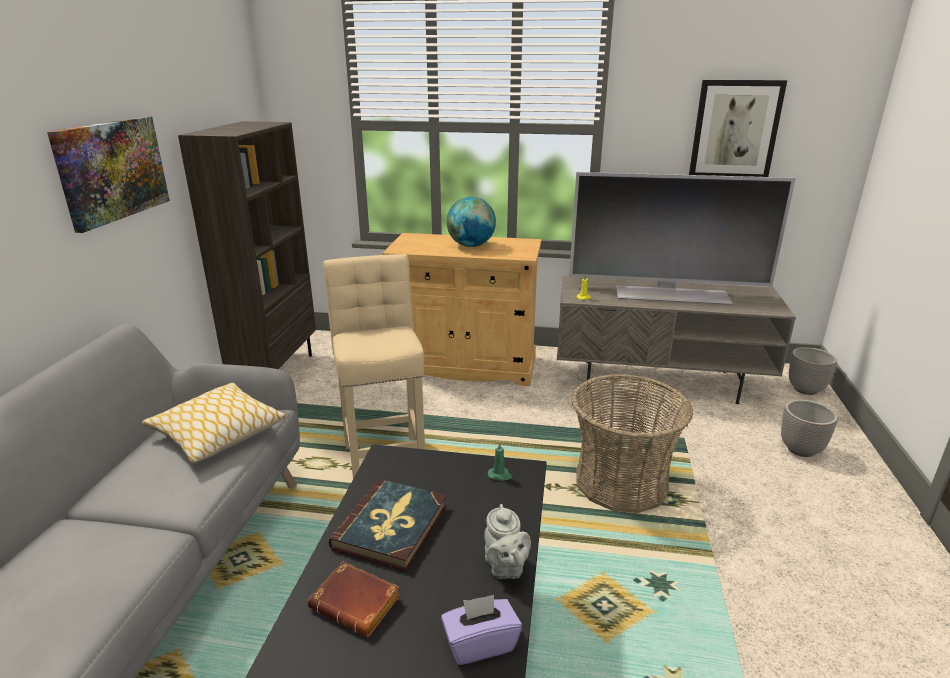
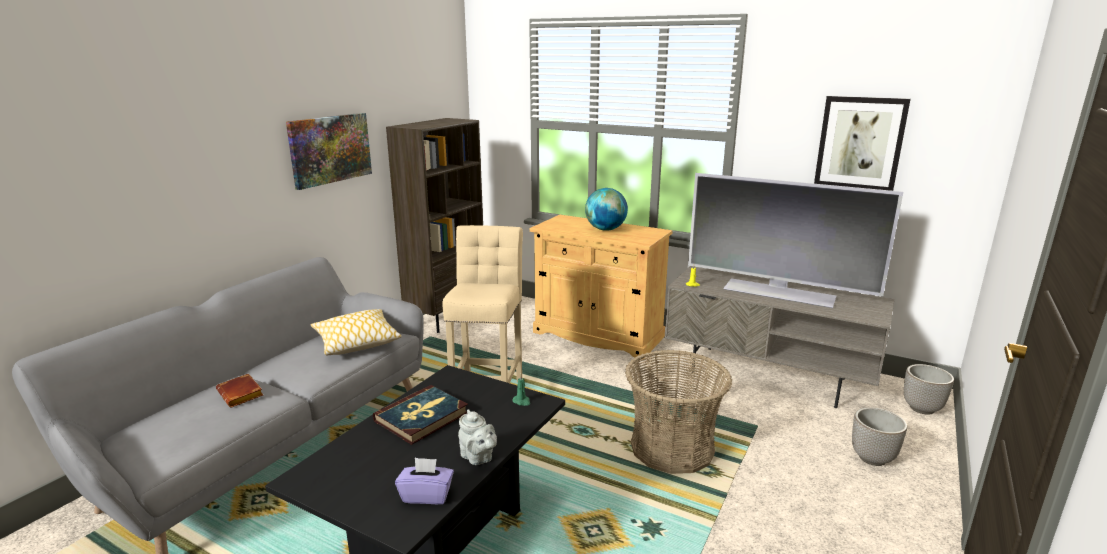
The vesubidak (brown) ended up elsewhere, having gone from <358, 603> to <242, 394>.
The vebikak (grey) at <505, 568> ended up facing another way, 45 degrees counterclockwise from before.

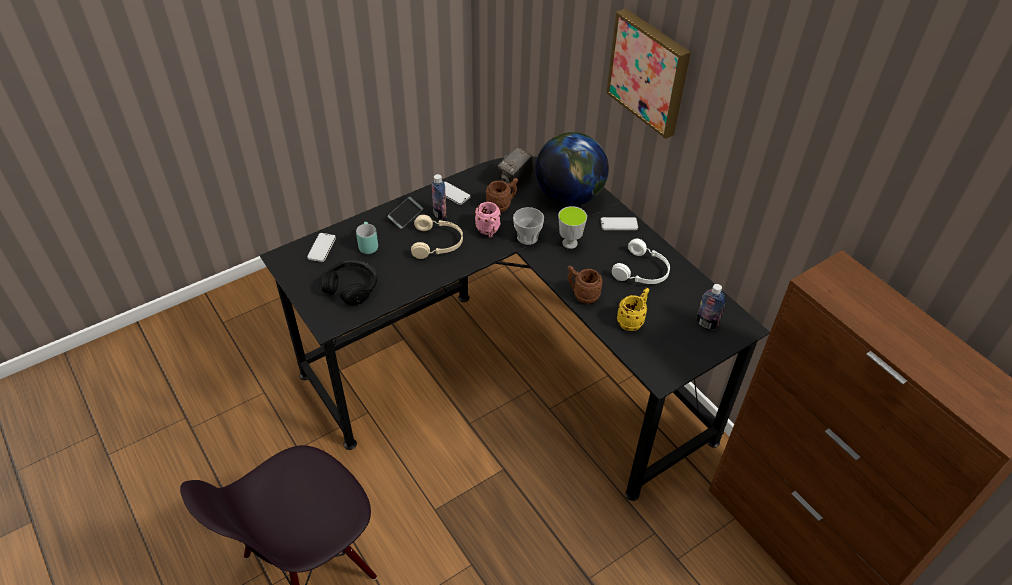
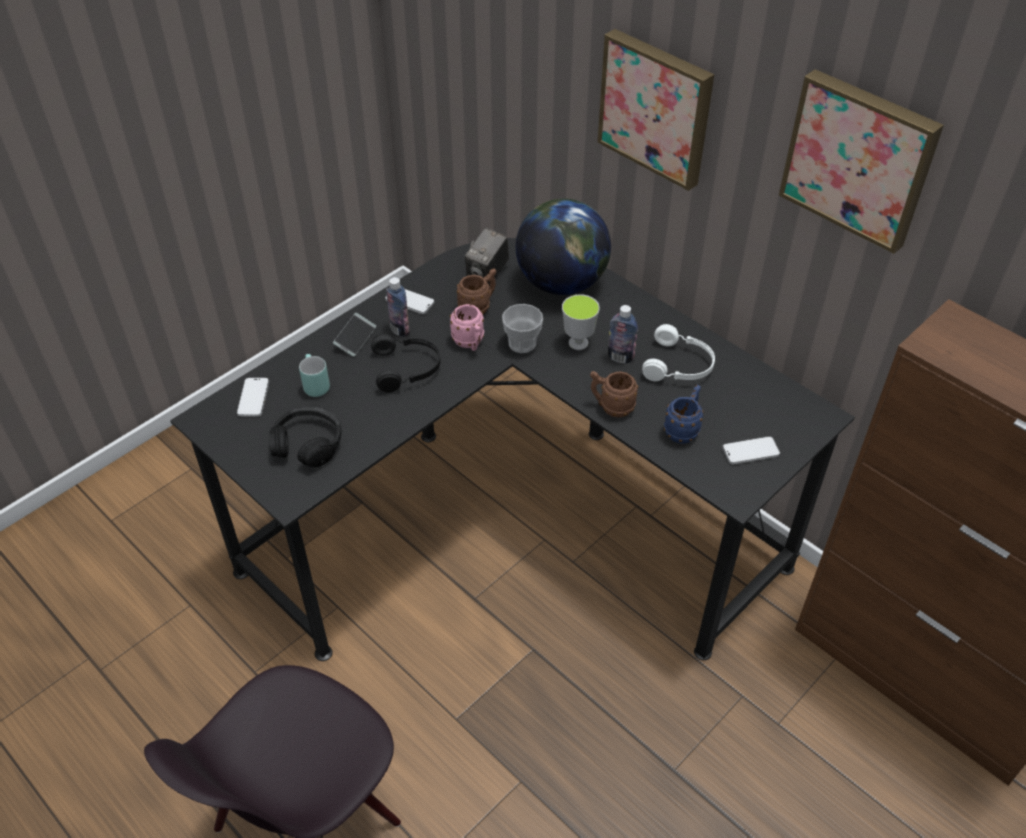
The second view gained the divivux at <859, 159>.
The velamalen ended up elsewhere, having gone from <619, 224> to <750, 451>.
The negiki ended up elsewhere, having gone from <706, 323> to <620, 357>.
What was the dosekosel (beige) at <438, 243> turned into the dosekosel (black) at <407, 368>.
What was the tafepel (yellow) at <632, 320> turned into the tafepel (blue) at <683, 429>.

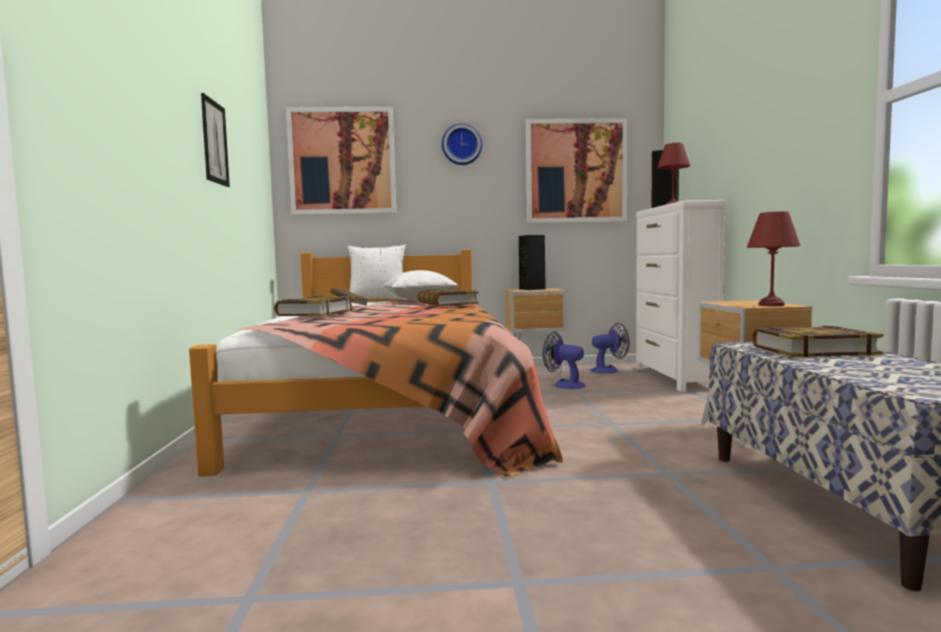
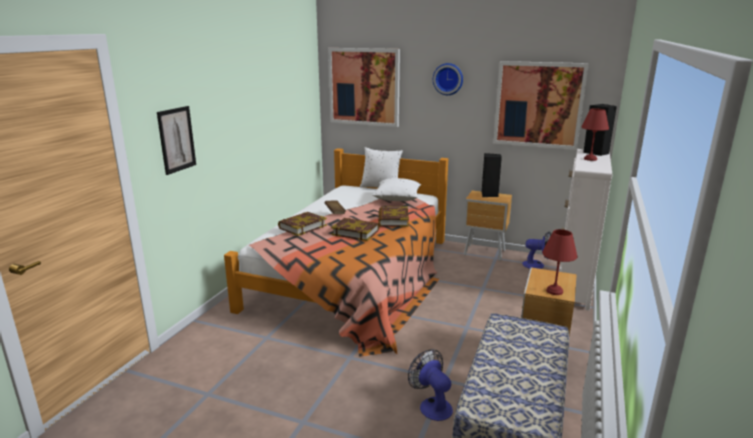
The divivux ended up elsewhere, having gone from <214, 142> to <176, 139>.
The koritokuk ended up elsewhere, having gone from <564, 385> to <432, 405>.
The vesubidak ended up elsewhere, having gone from <812, 350> to <355, 232>.

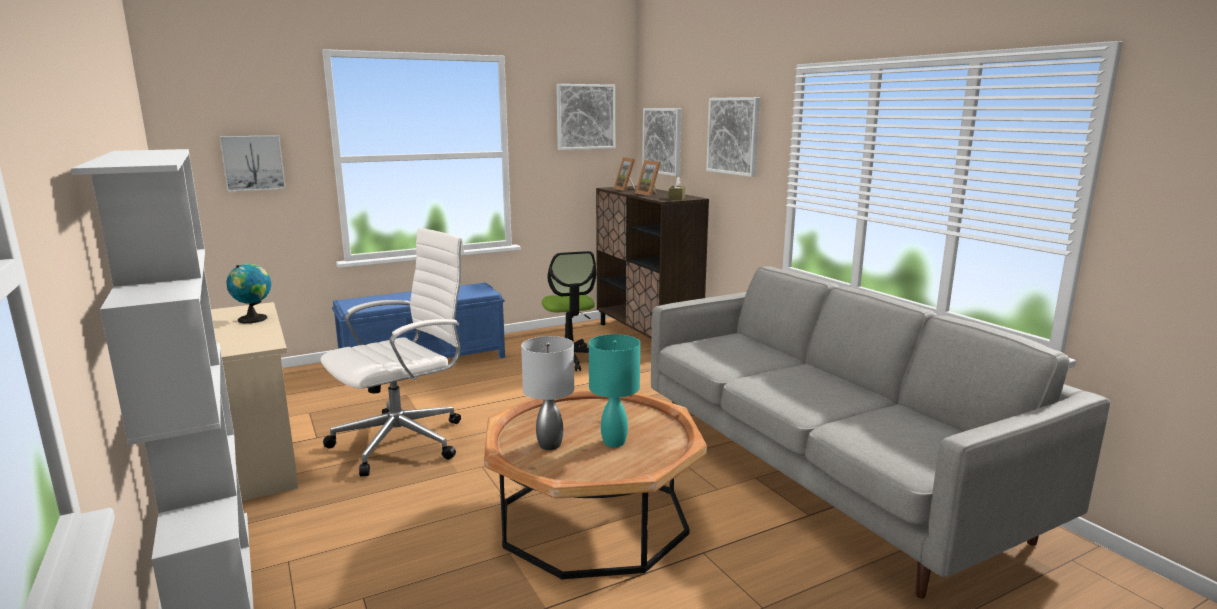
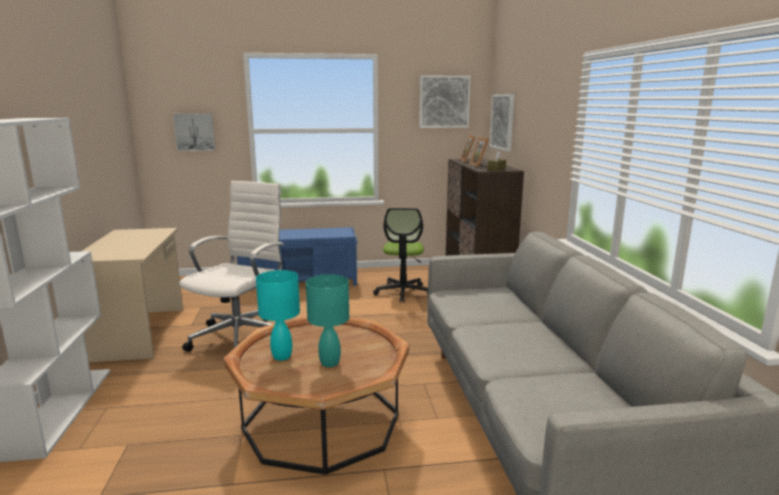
The second view lost the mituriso at <254, 318>.
The second view lost the divivux at <733, 136>.
What was the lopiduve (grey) at <549, 445> turned into the lopiduve (turquoise) at <281, 356>.
The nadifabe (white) at <404, 441> ended up facing another way, 45 degrees counterclockwise from before.

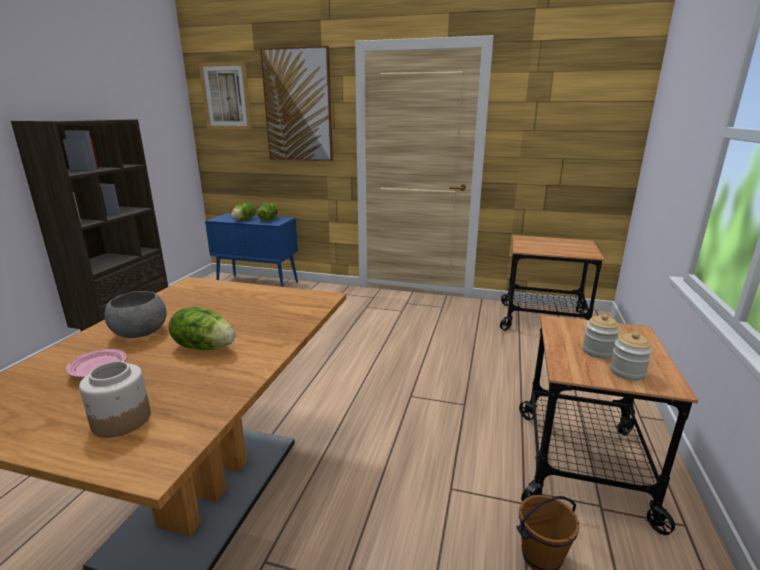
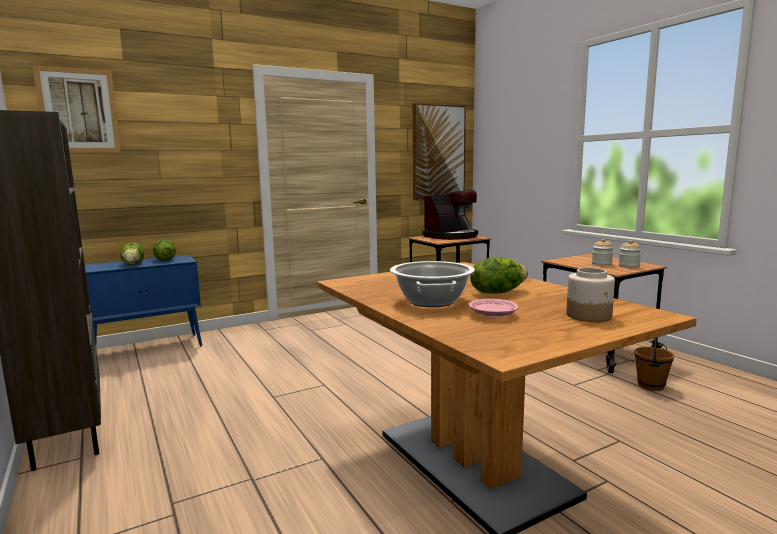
The second view gained the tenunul at <451, 236>.
The divivux ended up elsewhere, having gone from <298, 106> to <438, 152>.
Where the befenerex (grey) stood at <140, 332>, the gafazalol came to stand at <431, 301>.

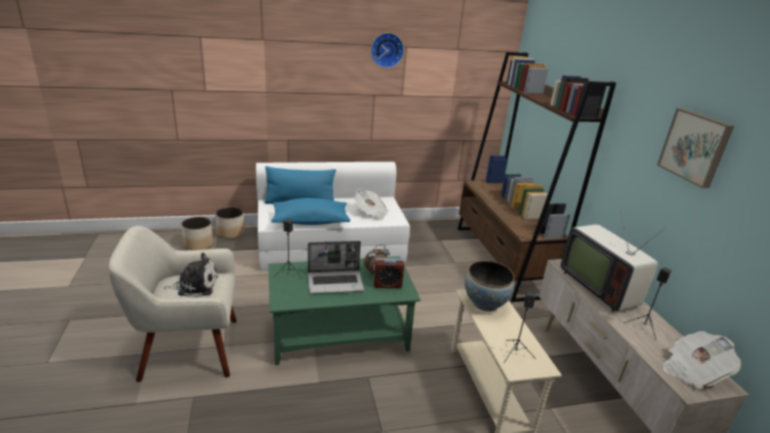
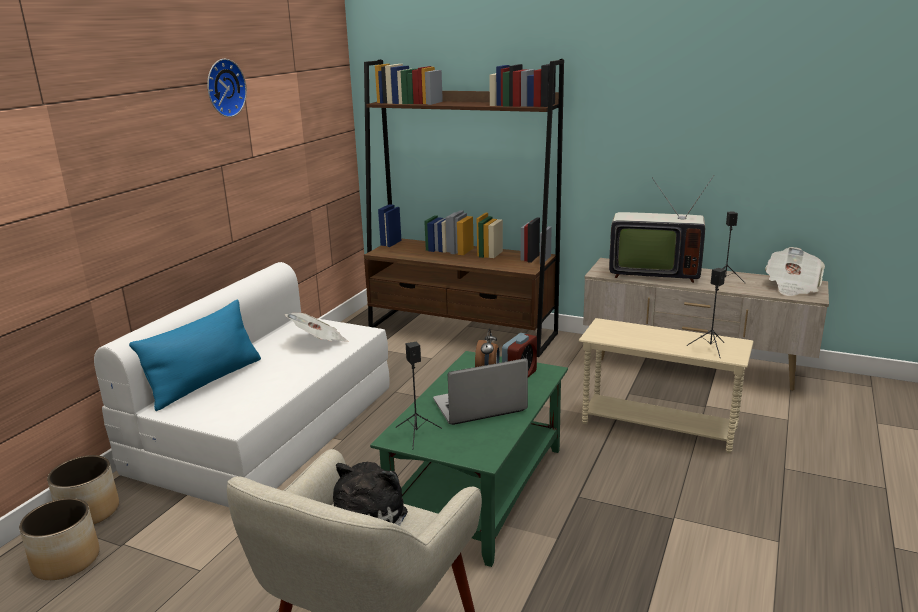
The second view lost the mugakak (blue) at <310, 222>.
The second view lost the befenerex at <485, 303>.
The second view lost the divivux at <695, 147>.
The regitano at <336, 282> ended up facing another way, 135 degrees counterclockwise from before.

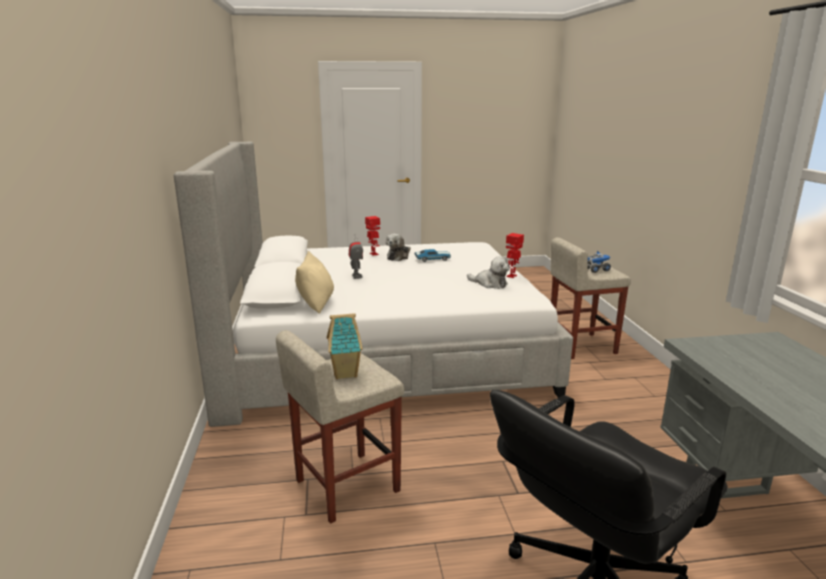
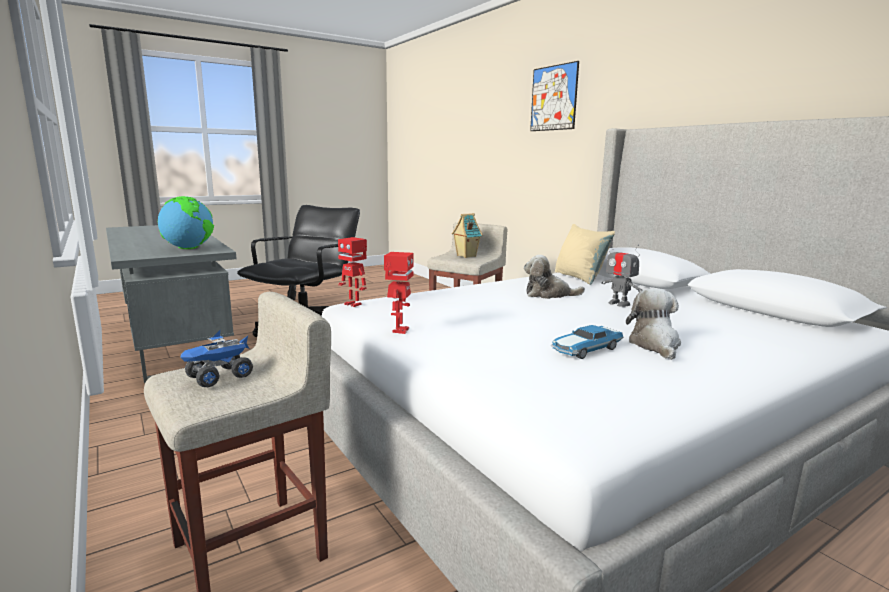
The second view gained the mituriso at <189, 248>.
The second view gained the divivux at <553, 98>.
The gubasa ended up elsewhere, having gone from <373, 254> to <354, 304>.
The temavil ended up elsewhere, having gone from <490, 284> to <548, 294>.

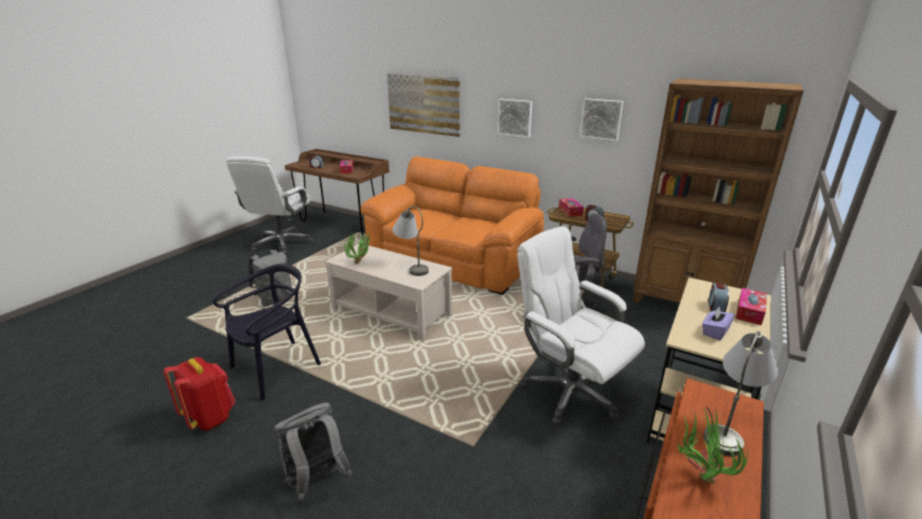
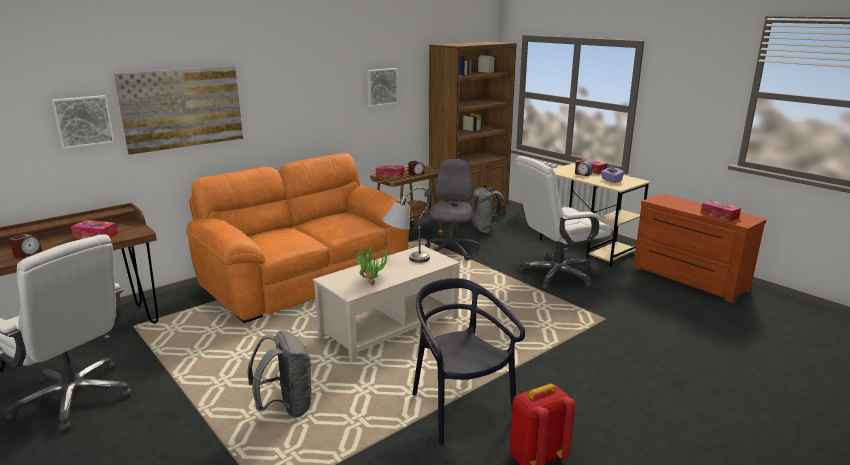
The second view lost the lopiduve (grey) at <729, 428>.
The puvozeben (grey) ended up elsewhere, having gone from <317, 482> to <486, 230>.
The divivux ended up elsewhere, having gone from <515, 117> to <83, 121>.
Where the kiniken stood at <698, 476>, the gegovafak came to stand at <719, 215>.

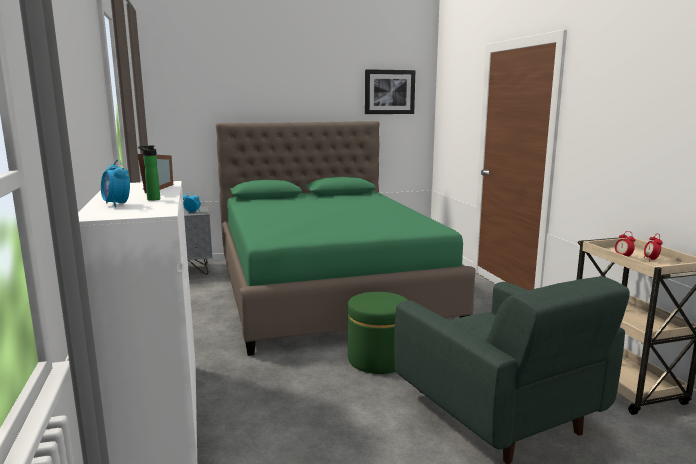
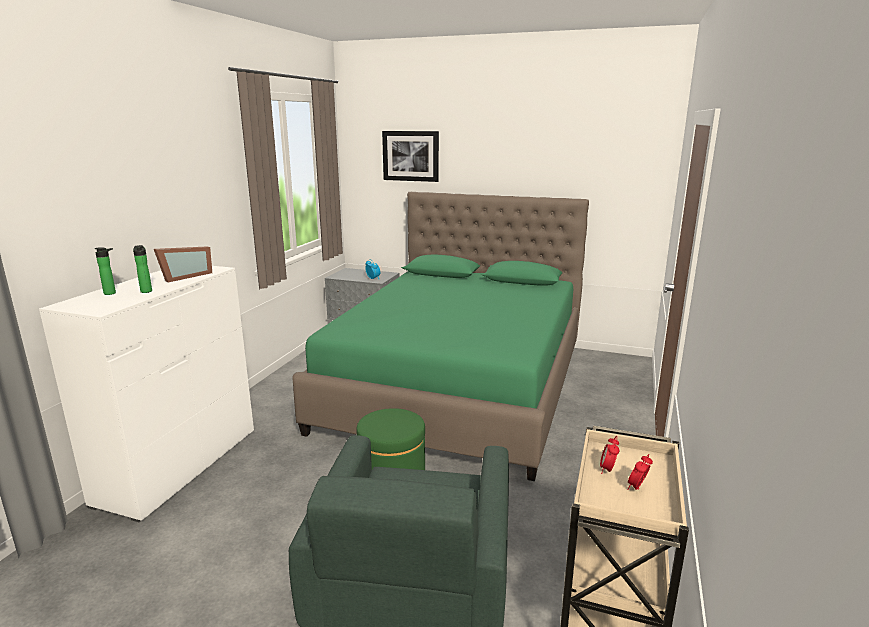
The divivux ended up elsewhere, having gone from <389, 92> to <410, 156>.
Where the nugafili stood at <117, 204>, the negiki came to stand at <111, 293>.

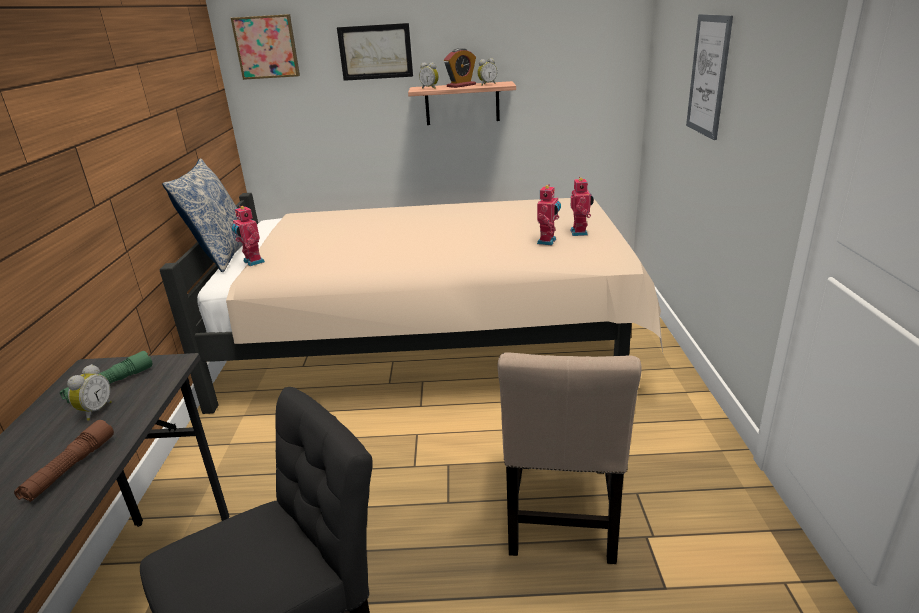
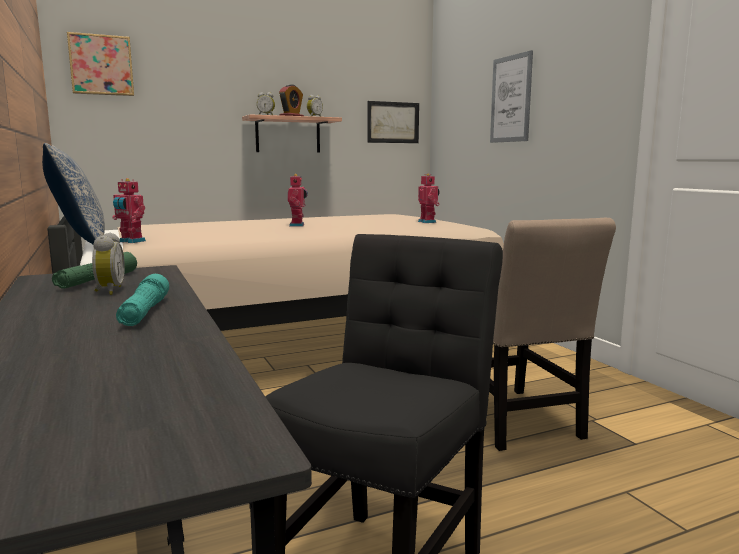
The divivux ended up elsewhere, having gone from <375, 52> to <393, 122>.
The gubasa ended up elsewhere, having gone from <548, 241> to <298, 225>.
What was the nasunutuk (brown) at <70, 468> turned into the nasunutuk (turquoise) at <144, 312>.

